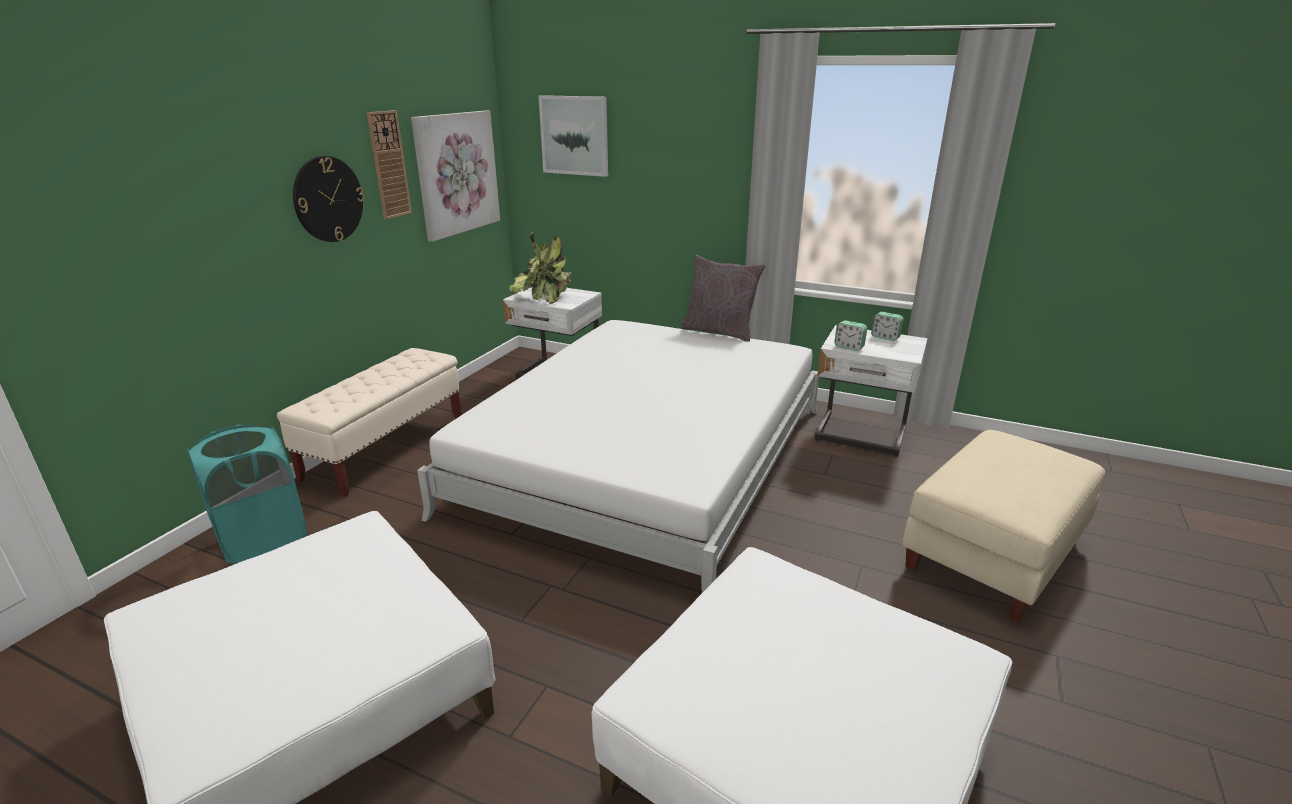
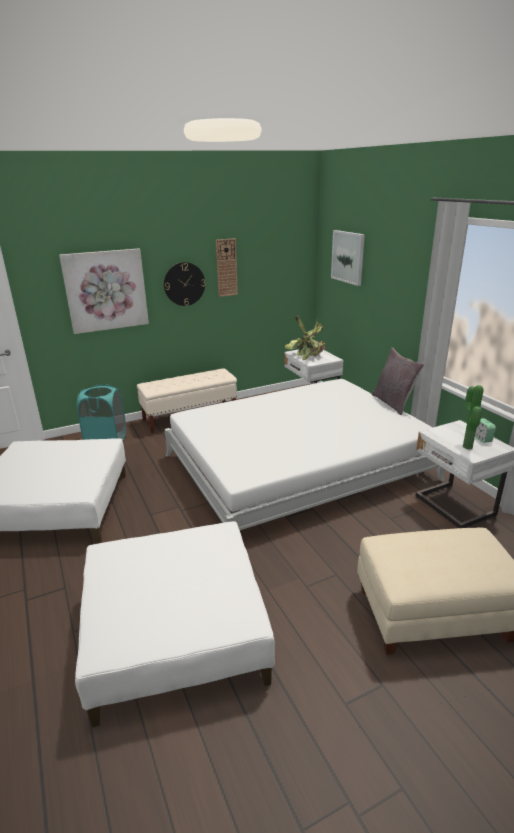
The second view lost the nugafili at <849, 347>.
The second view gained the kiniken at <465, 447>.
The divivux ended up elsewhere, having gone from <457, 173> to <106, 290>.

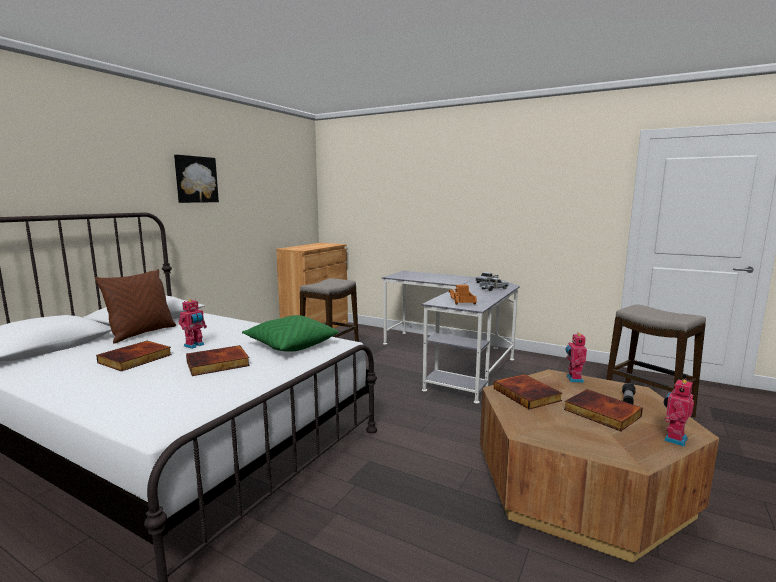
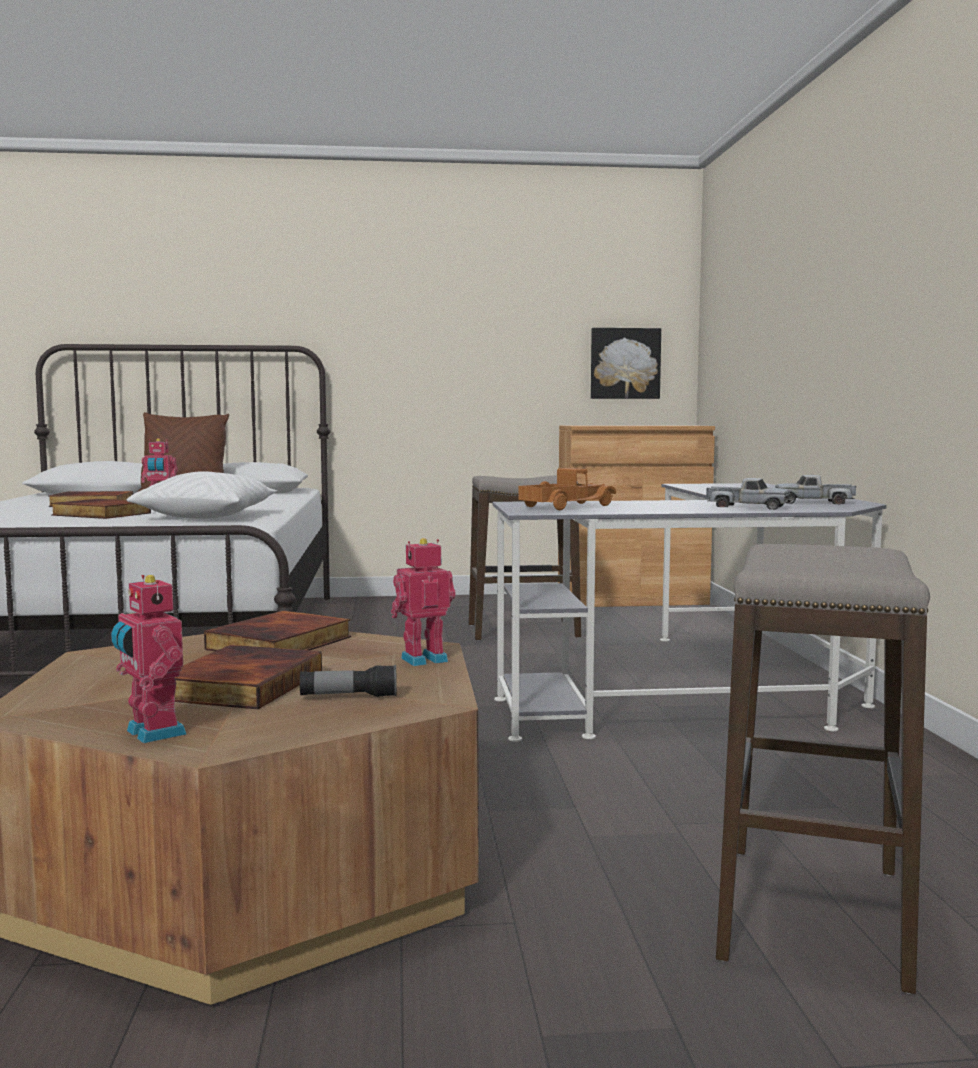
The divivux ended up elsewhere, having gone from <195, 179> to <624, 363>.
What was the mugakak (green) at <290, 345> turned into the mugakak (white) at <207, 516>.
The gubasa at <673, 439> ended up facing another way, 135 degrees counterclockwise from before.

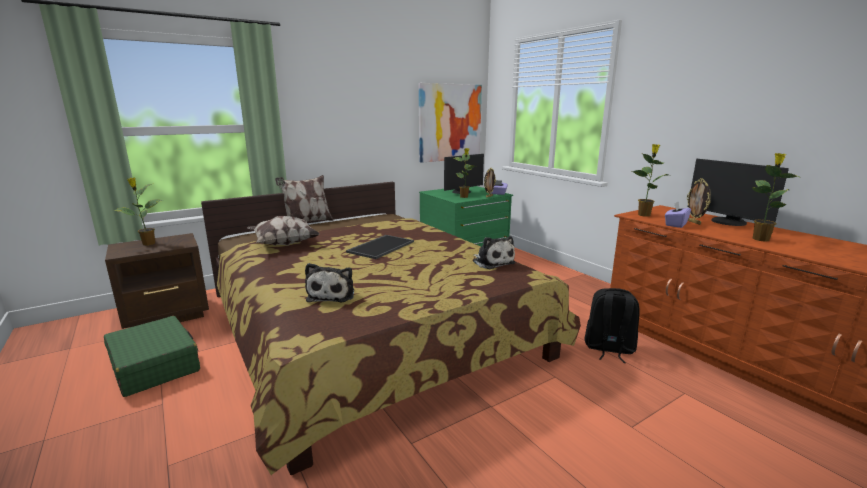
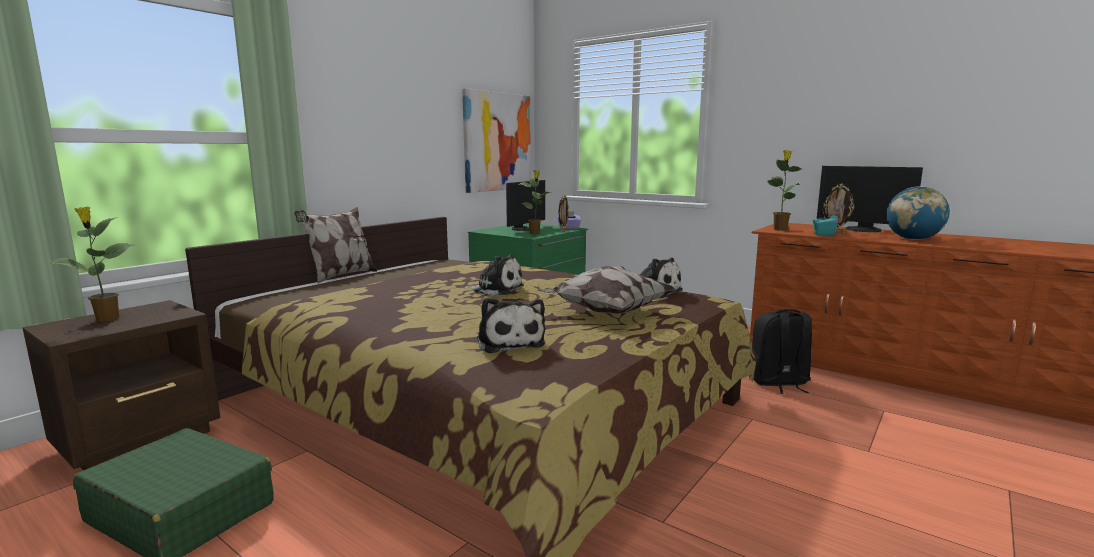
The mugakak ended up elsewhere, having gone from <284, 244> to <606, 312>.
Where the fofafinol stood at <380, 246>, the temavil came to stand at <496, 289>.
Where the kiniken stood at <760, 239>, the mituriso came to stand at <913, 239>.
What was the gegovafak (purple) at <675, 224> turned into the gegovafak (turquoise) at <823, 234>.

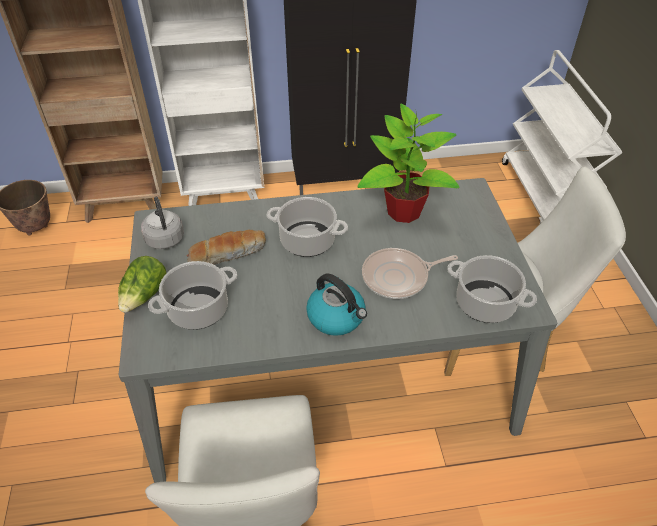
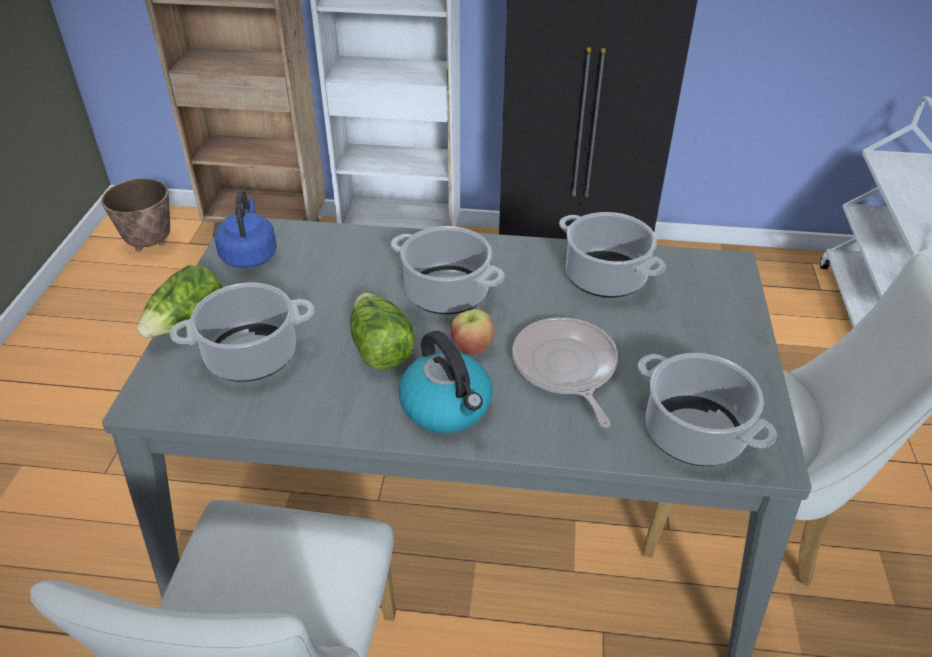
The second view lost the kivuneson at <227, 254>.
The second view gained the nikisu at <380, 348>.
The second view gained the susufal at <472, 346>.
Where the kiniken stood at <403, 211>, the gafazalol came to stand at <606, 277>.
What was the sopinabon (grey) at <164, 237> turned into the sopinabon (blue) at <249, 254>.
The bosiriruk at <398, 277> ended up facing another way, 75 degrees clockwise from before.

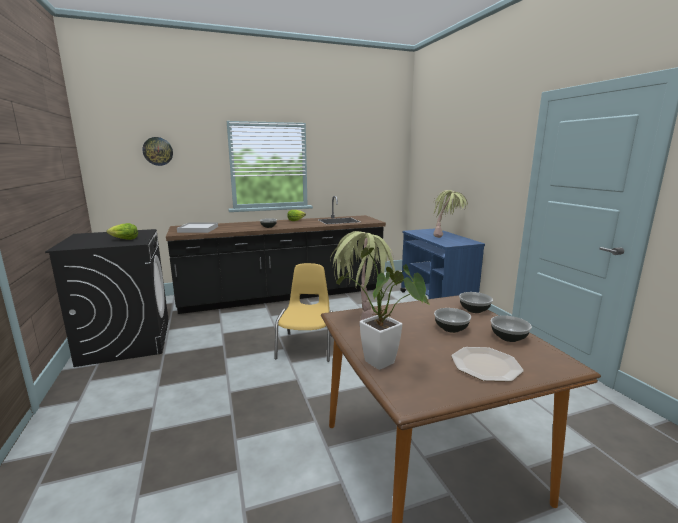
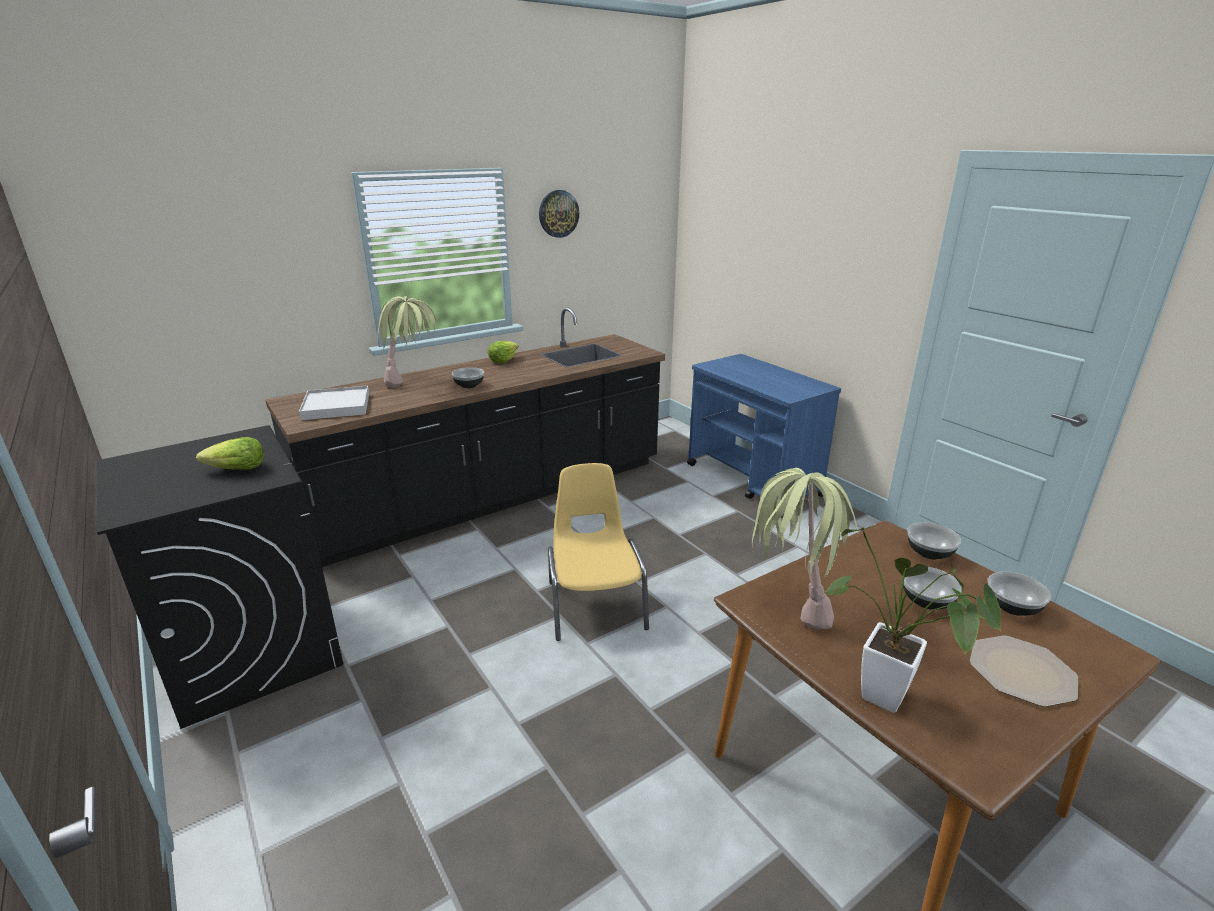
The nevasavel ended up elsewhere, having gone from <158, 151> to <558, 213>.
The kiniken ended up elsewhere, having gone from <447, 236> to <413, 382>.

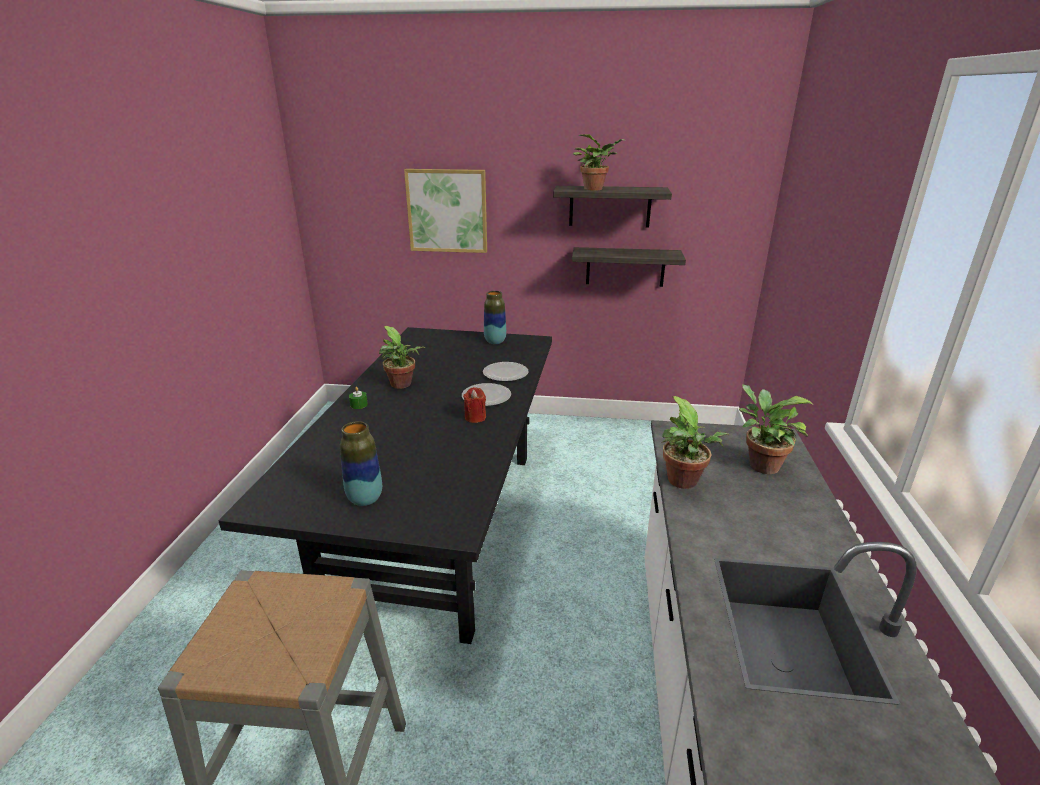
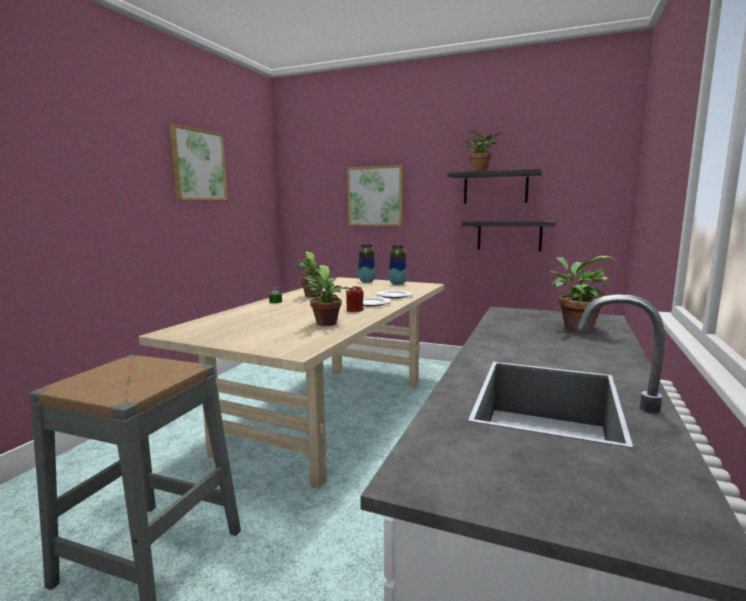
The second view gained the divivux at <198, 165>.
The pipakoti ended up elsewhere, having gone from <365, 499> to <366, 282>.
The kiniken ended up elsewhere, having gone from <685, 482> to <326, 324>.
What was the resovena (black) at <440, 523> turned into the resovena (beige) at <331, 413>.

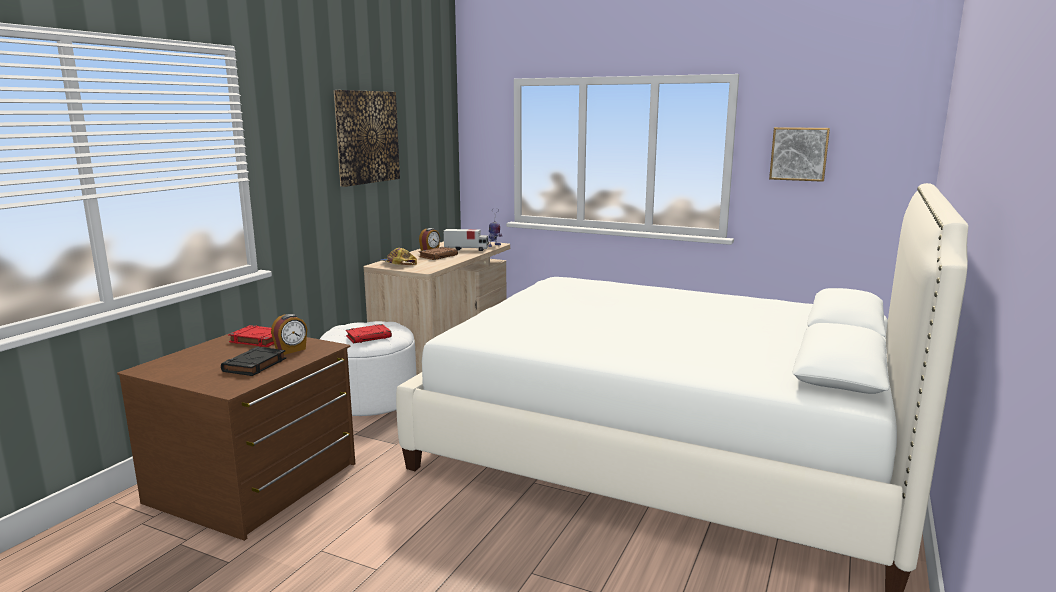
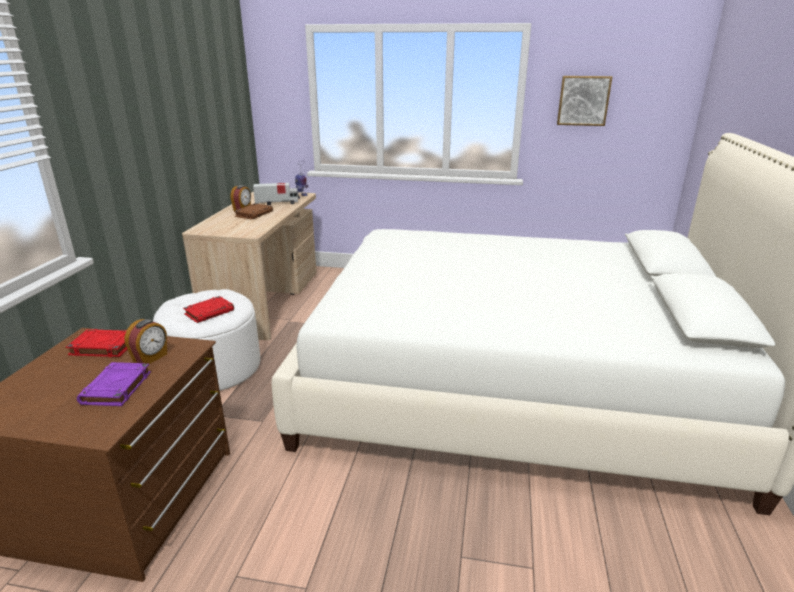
The second view lost the divivux at <367, 137>.
The second view lost the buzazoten at <398, 264>.
What was the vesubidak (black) at <254, 365> turned into the vesubidak (purple) at <116, 388>.

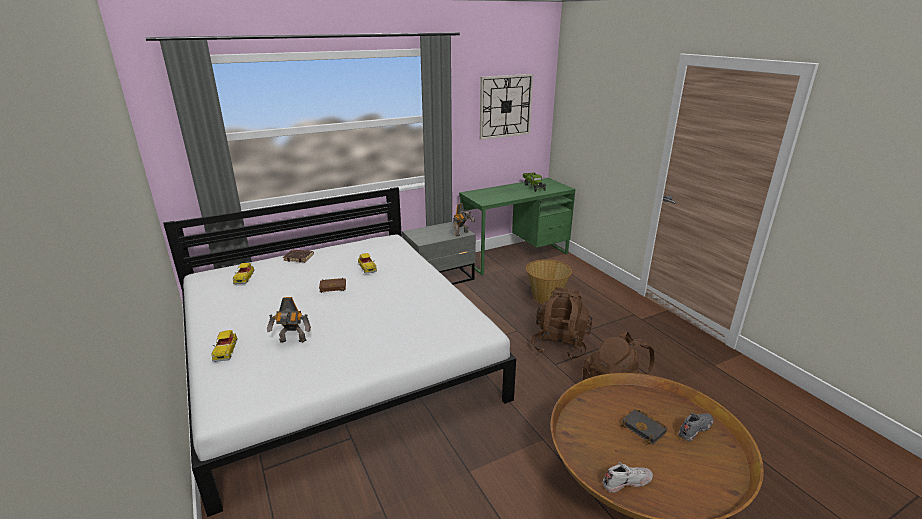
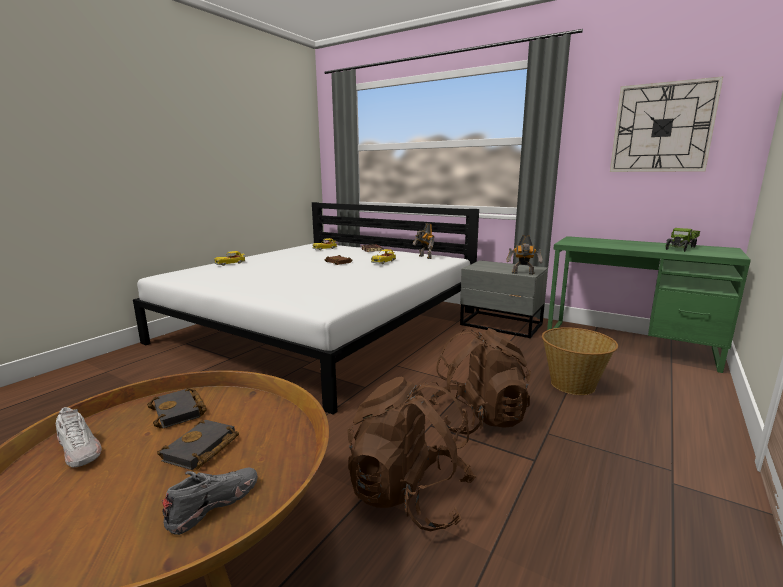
The second view gained the vesubidak (black) at <180, 412>.
The gubasa ended up elsewhere, having gone from <292, 341> to <424, 257>.
The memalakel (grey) at <694, 429> ended up facing another way, 75 degrees counterclockwise from before.

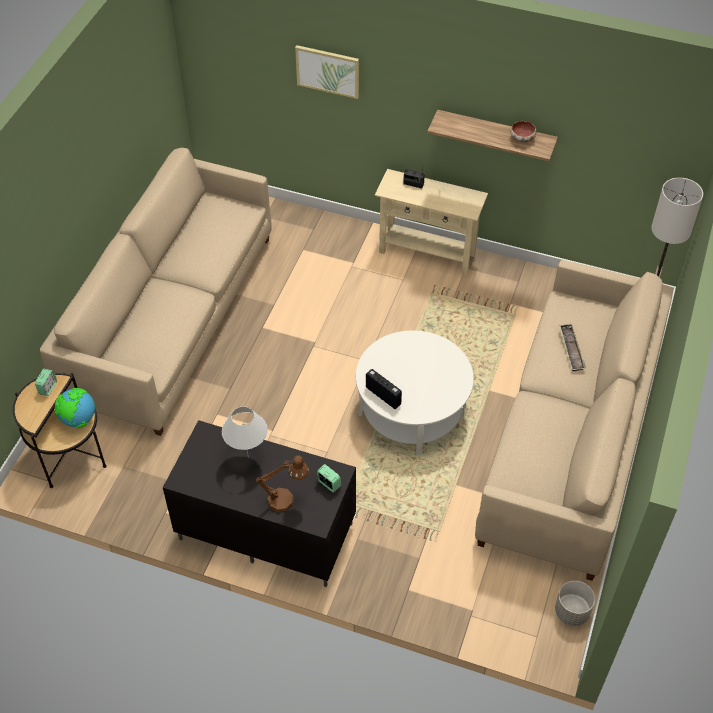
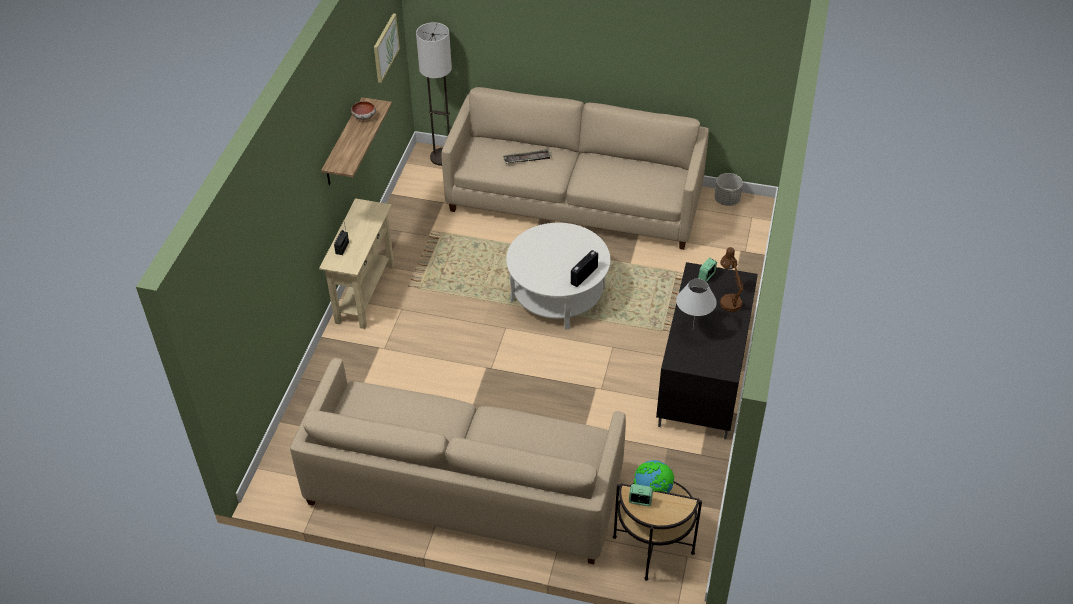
The divivux ended up elsewhere, having gone from <328, 71> to <385, 47>.

